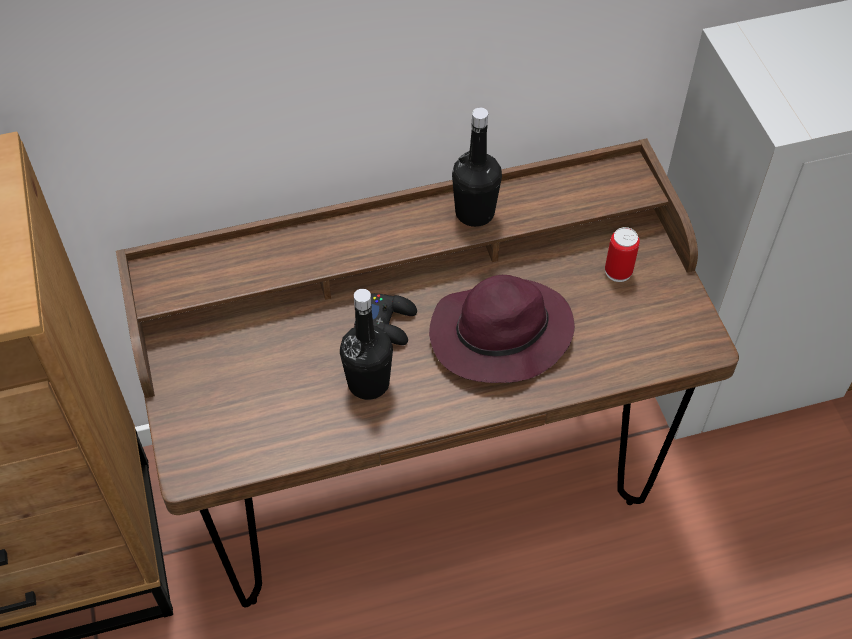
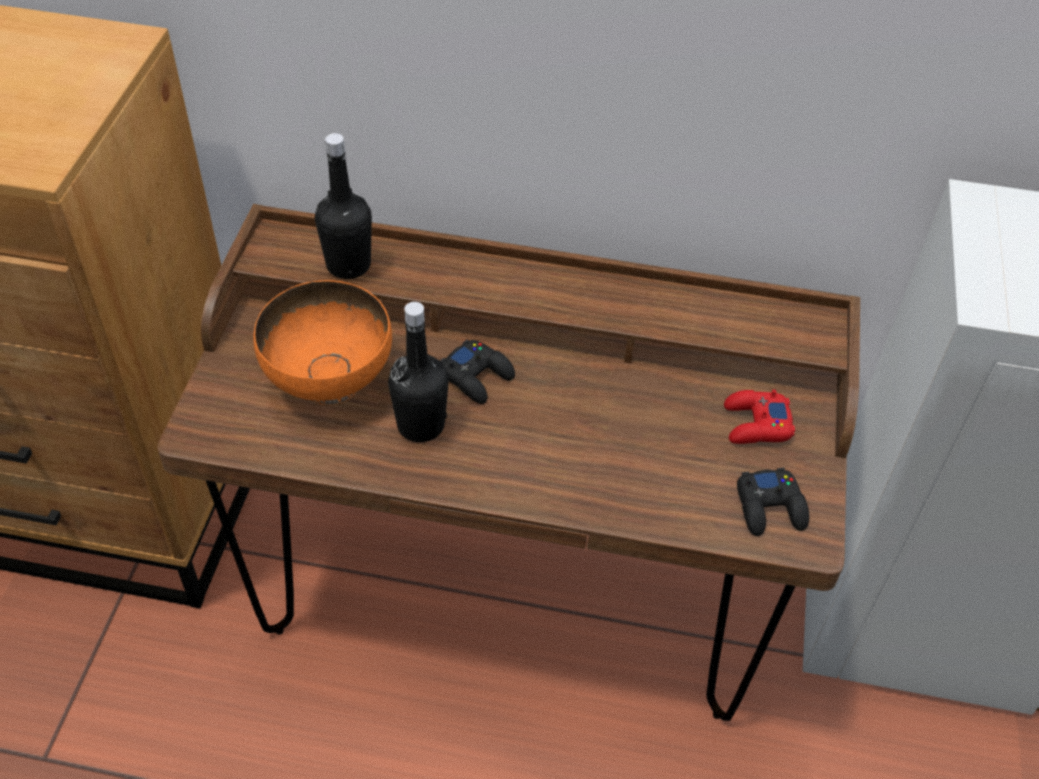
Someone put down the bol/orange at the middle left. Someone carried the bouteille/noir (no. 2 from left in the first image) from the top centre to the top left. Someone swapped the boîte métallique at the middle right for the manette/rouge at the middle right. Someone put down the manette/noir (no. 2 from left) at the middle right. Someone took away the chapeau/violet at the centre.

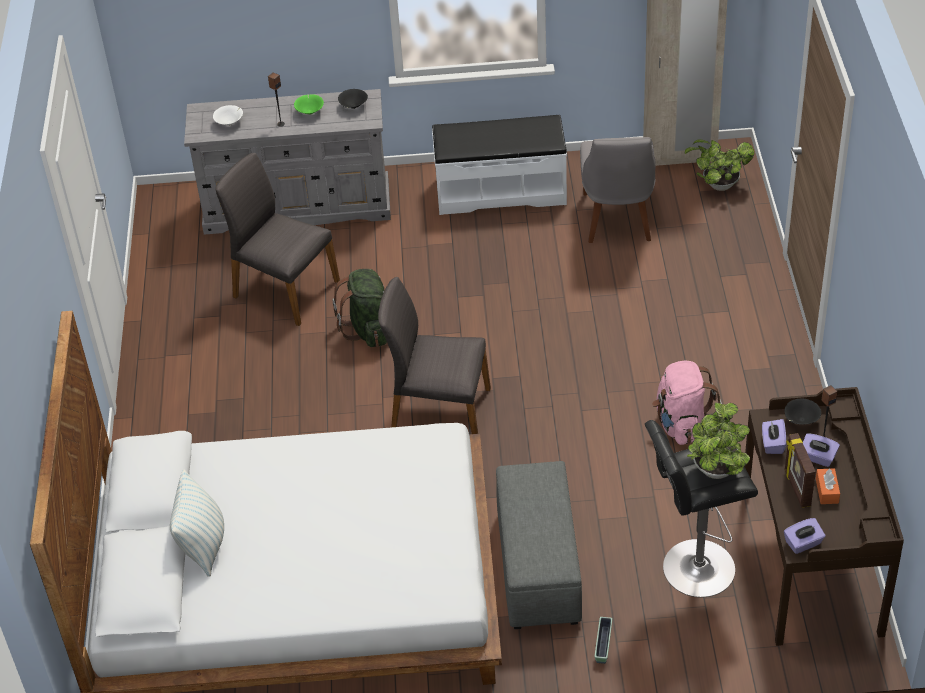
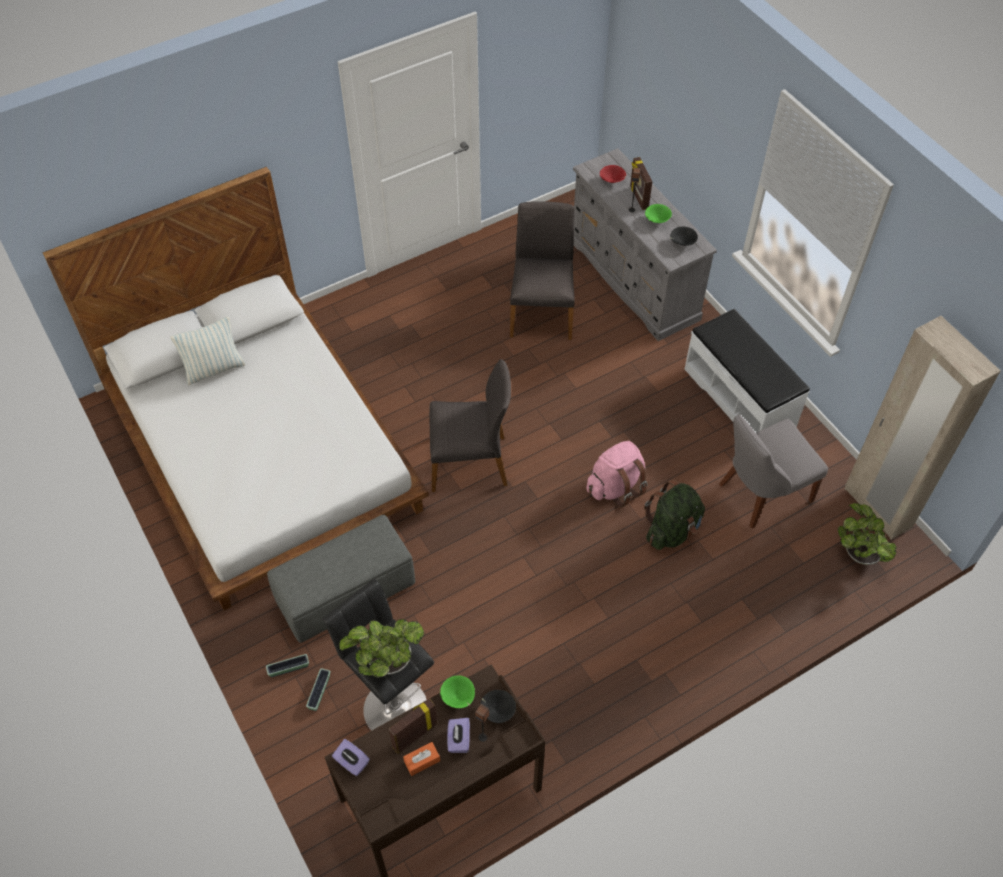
Someone put down the cache-pot (no. 2 from left) at the bottom left. Someone rotated the chaise/gris (no. 2 from left in the first image) at the centre by 105 degrees clockwise. Someone swapped the boîte à mouchoirs/violet (no. 1 from left) at the middle right for the bol/vert (no. 1 from left) at the bottom centre. Someone carried the sac à dos/rose from the middle right to the centre. Someone repainted the bol/blanc at the top left, which became the bol/rouge at the top centre. Someone put down the cadre photo (no. 2 from left) at the top centre. Someone carried the sac à dos/vert from the centre to the middle right.

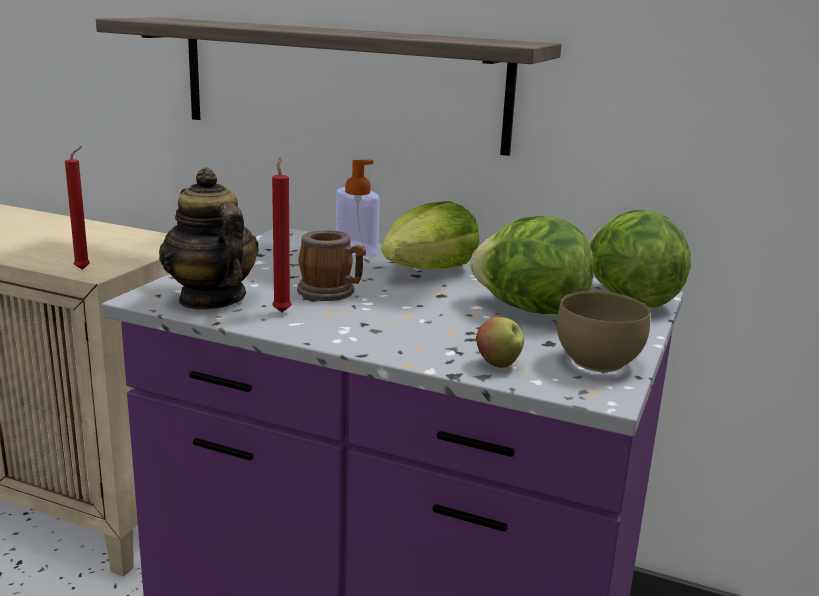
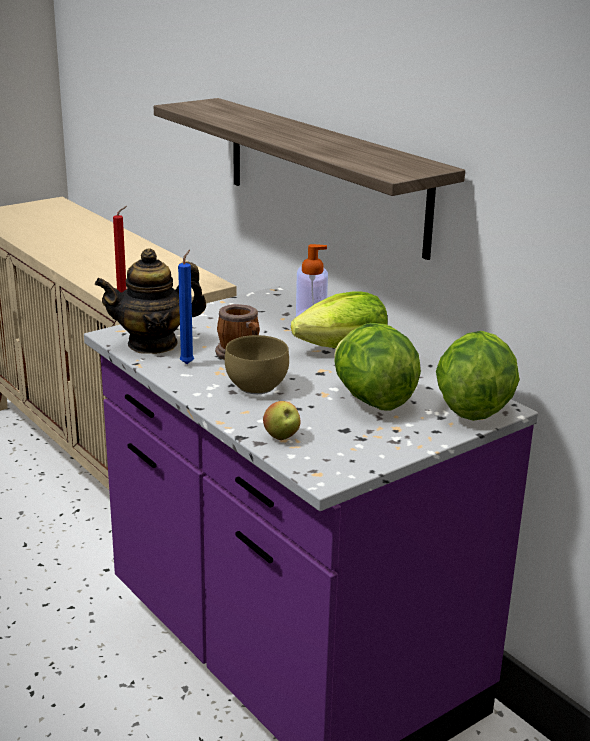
Someone rotated the théière at the middle left by 105 degrees counterclockwise. Someone repainted the bougie/rouge (no. 2 from left) at the centre, which became the bougie/bleu at the middle left. Someone carried the bol/marron from the middle right to the centre.

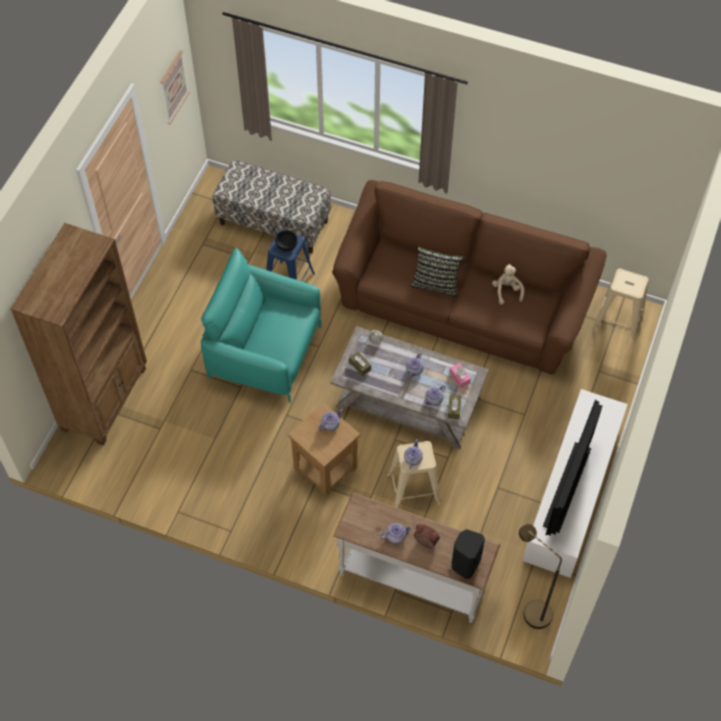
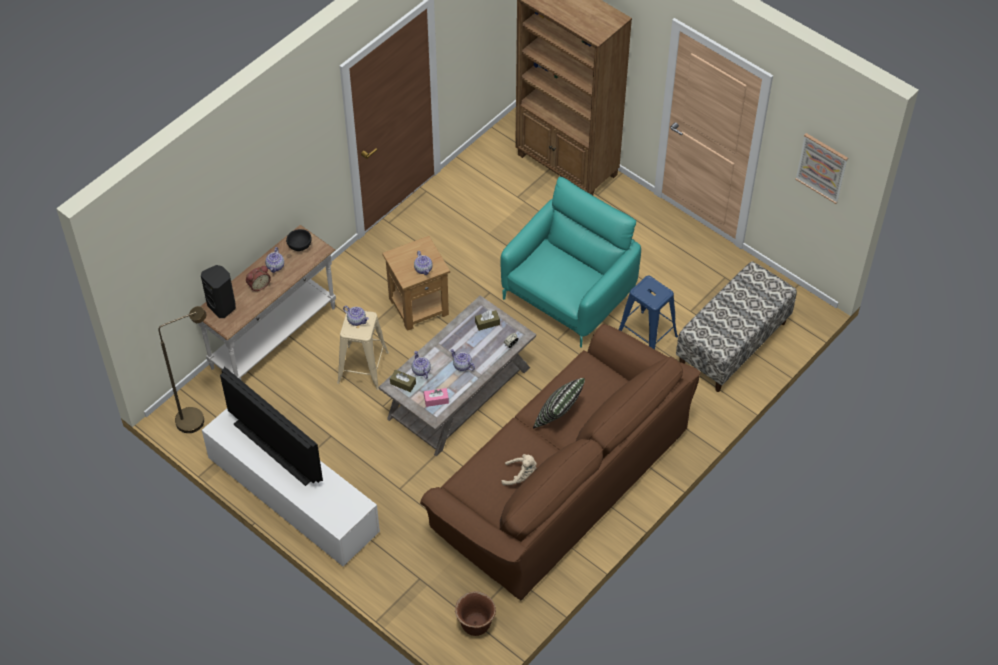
Someone carried the bol/noir from the top centre to the middle left. Someone swapped the tabouret/beige (no. 2 from left) at the middle right for the cache-pot/marron at the bottom centre.

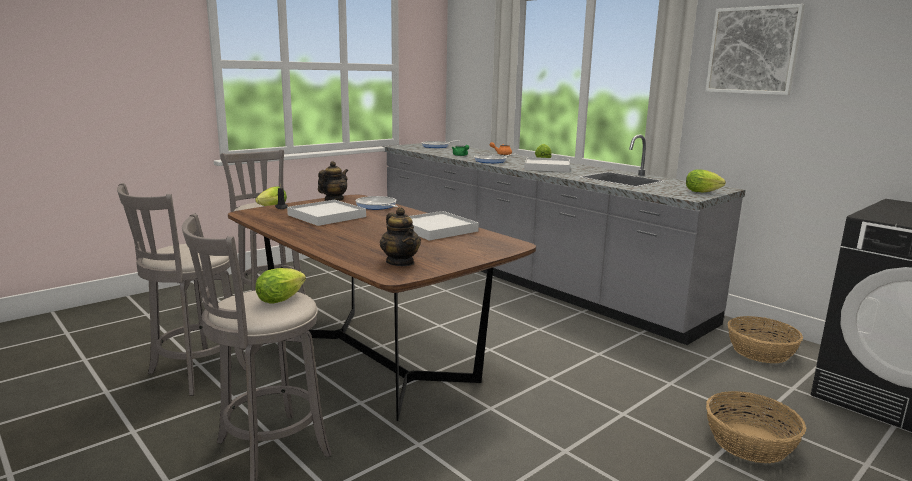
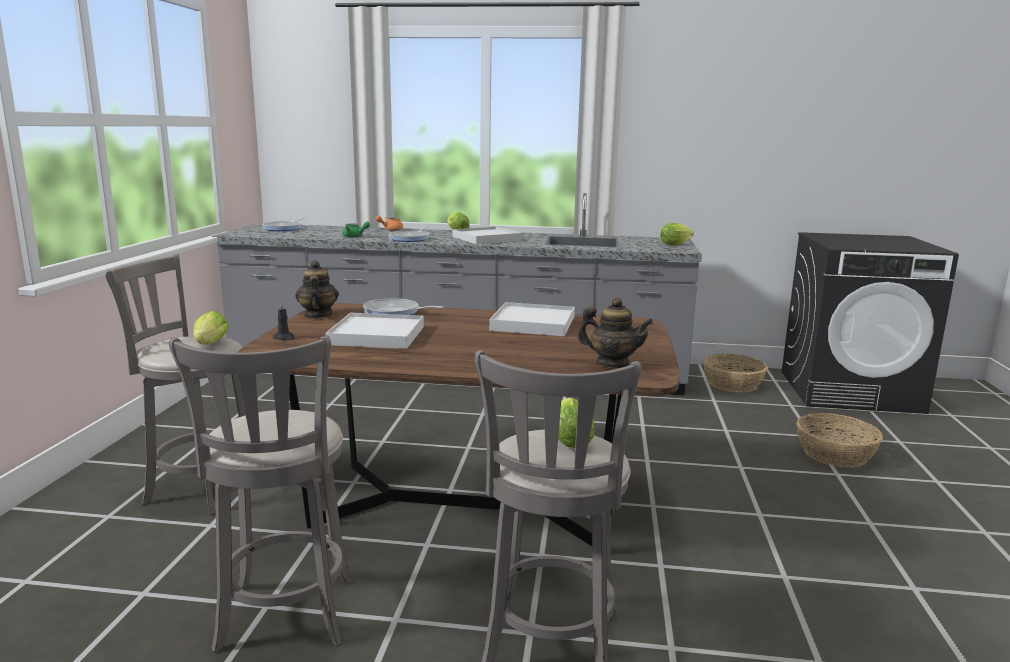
Someone took away the tableau at the top right.

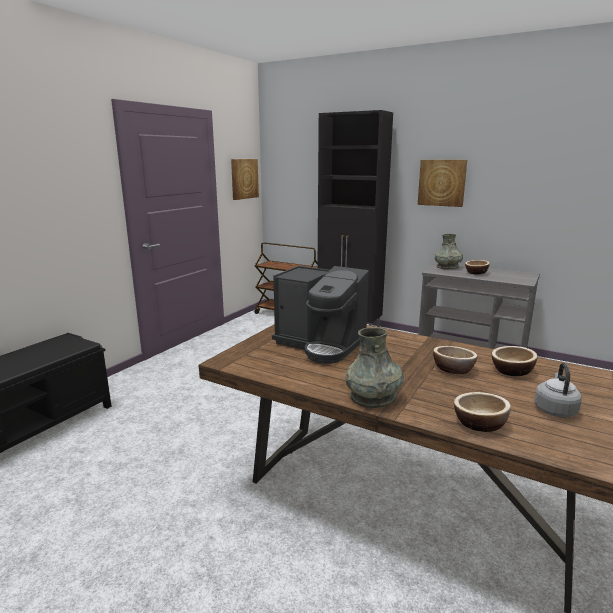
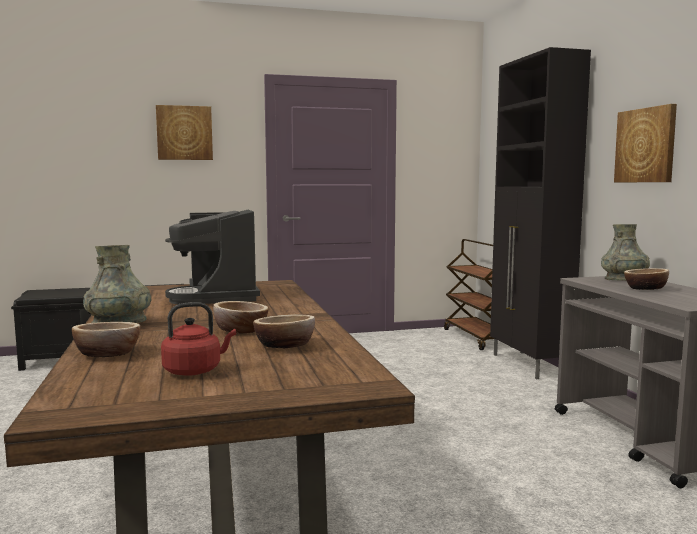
Someone carried the tableau (no. 1 from left) from the top centre to the top left. Someone repainted the bouilloire/gris at the middle right, which became the bouilloire/rouge at the middle left.

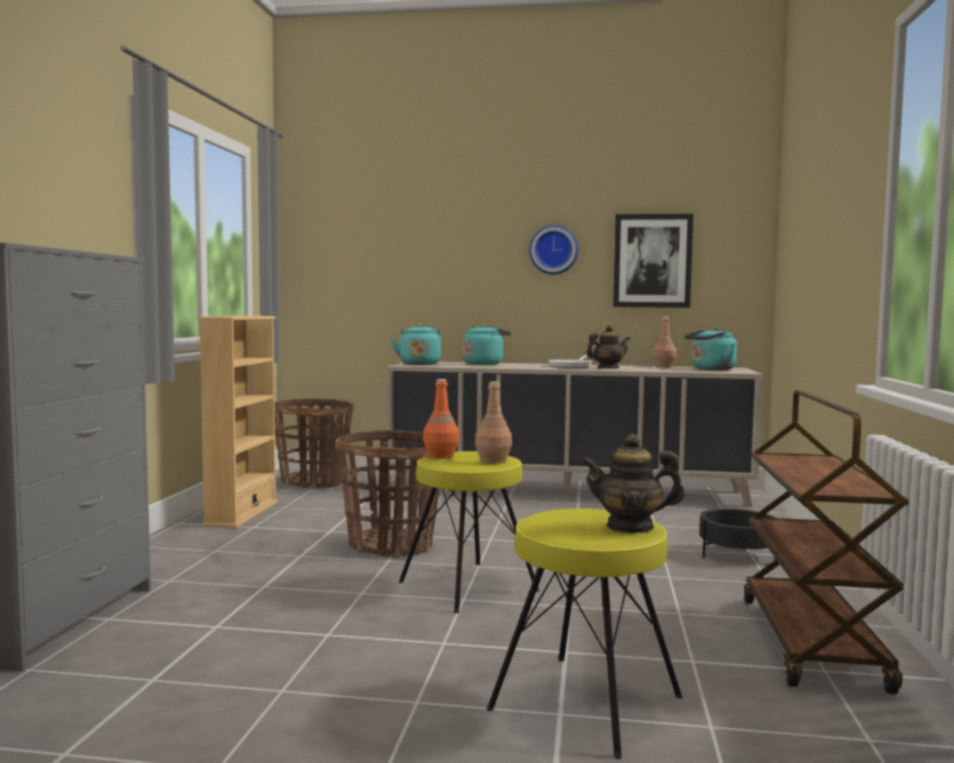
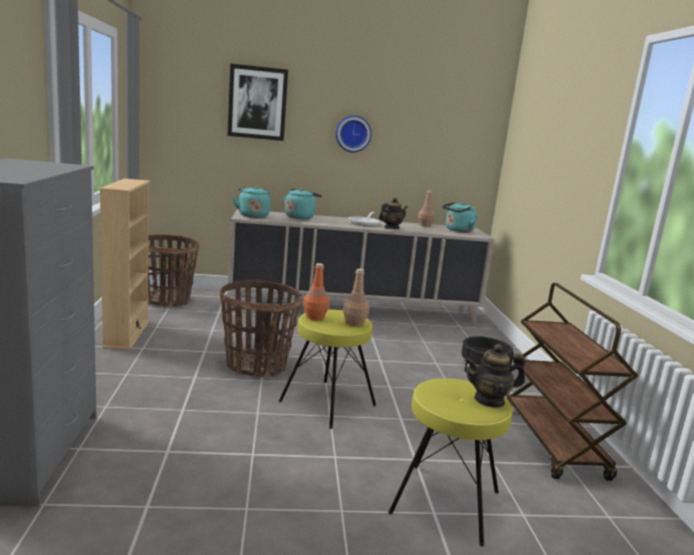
Someone carried the tableau from the middle right to the top centre.

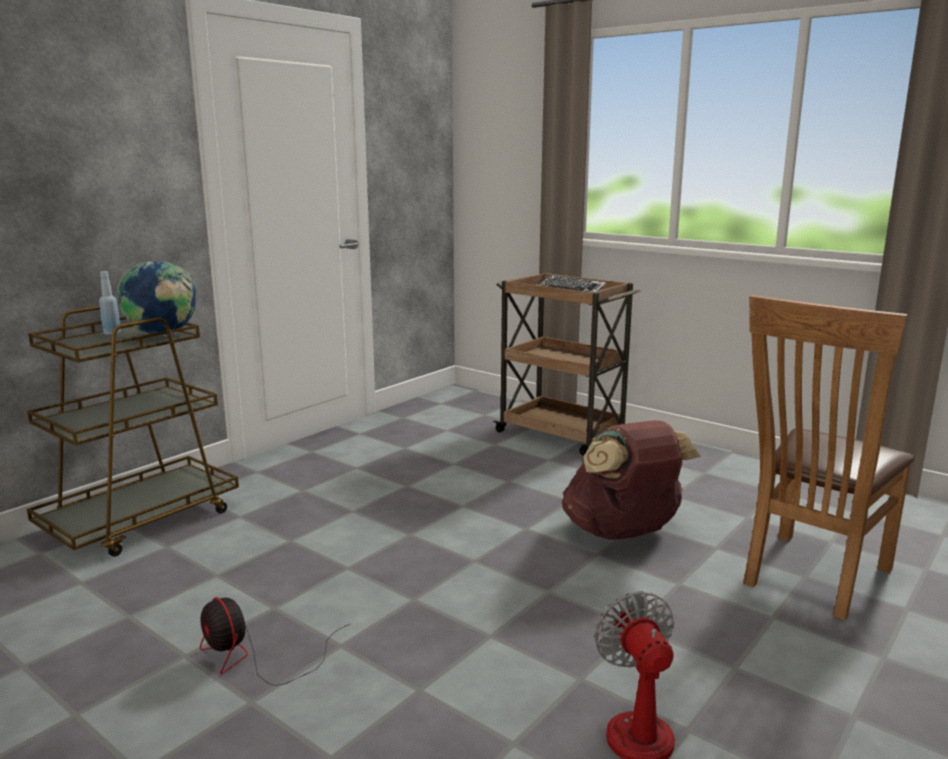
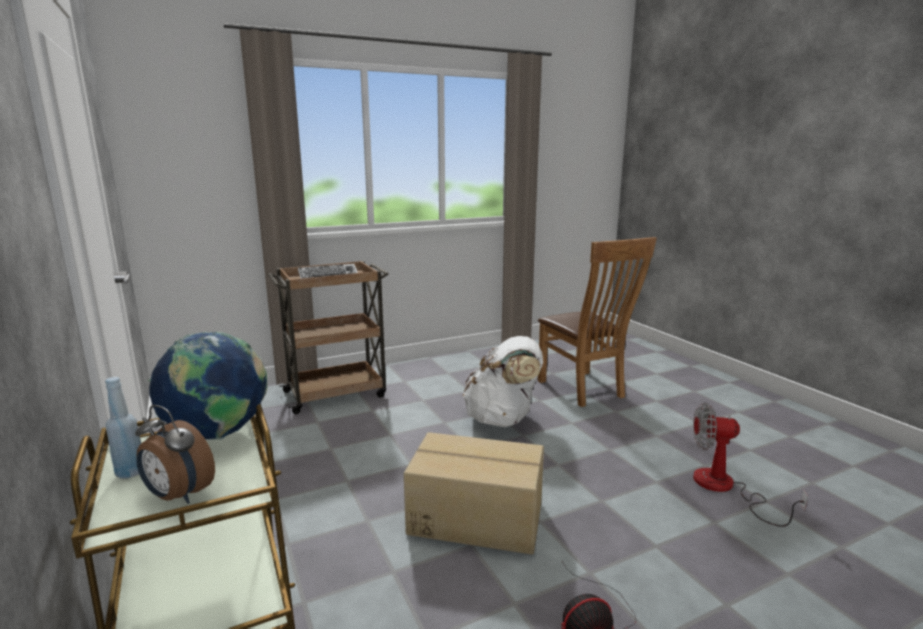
Someone put down the réveil at the bottom left. Someone put down the carton at the bottom centre. Someone repainted the sac à dos/marron at the centre, which became the sac à dos/blanc at the centre.

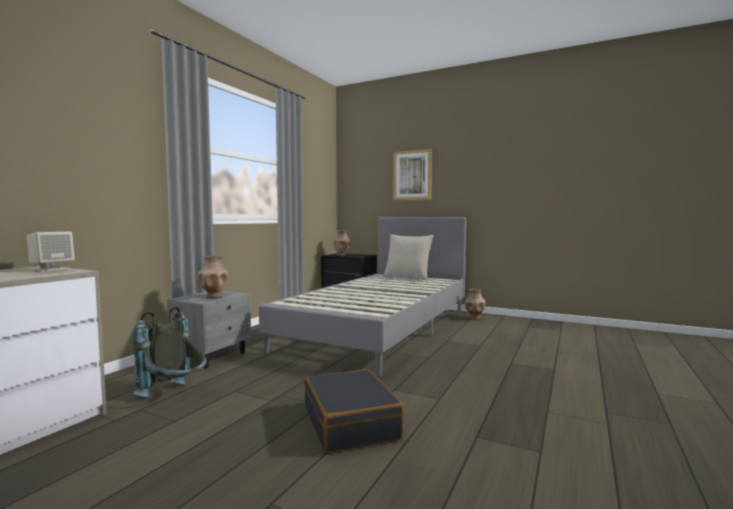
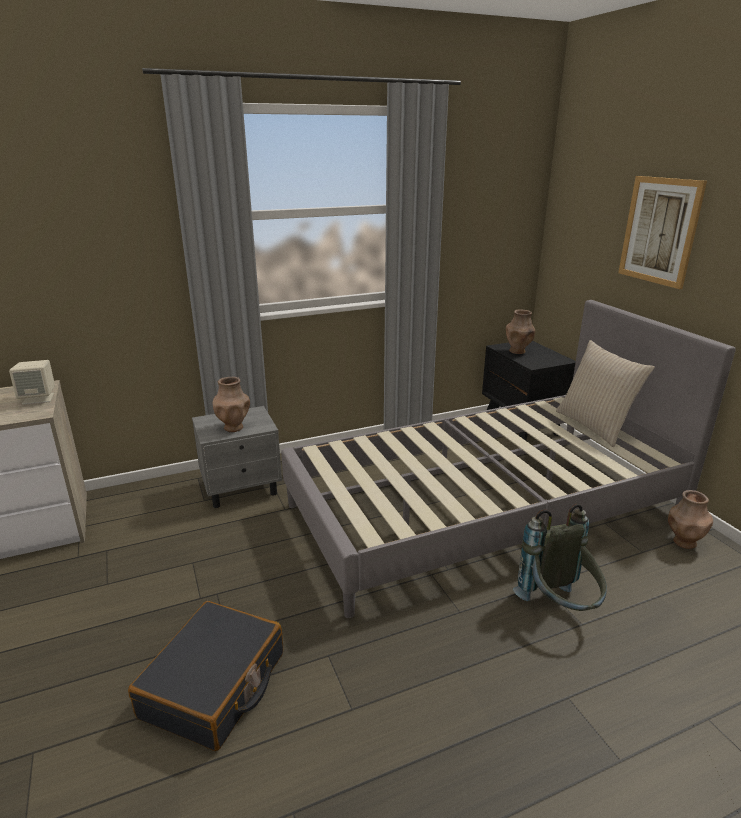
Someone carried the sac à dos/gris from the bottom left to the bottom right.

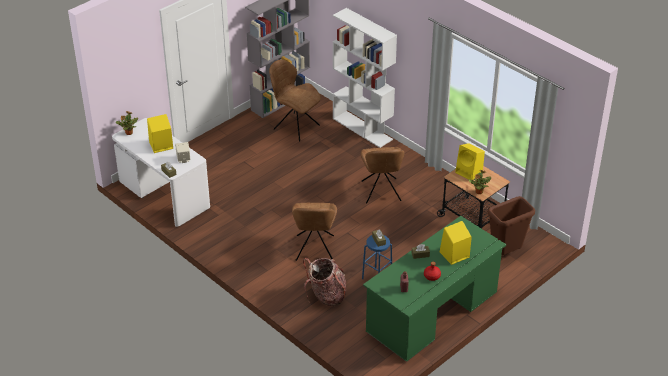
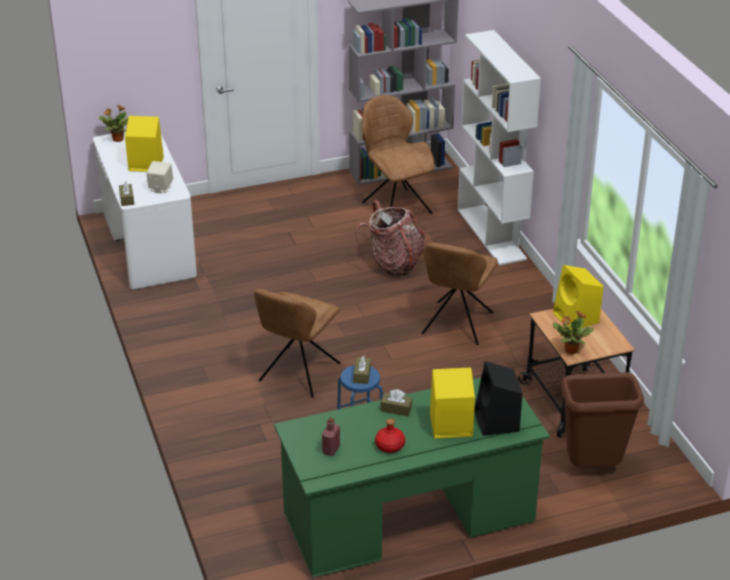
Someone carried the sac à dos from the bottom centre to the centre. Someone put down the enceinte/noir at the bottom right.

